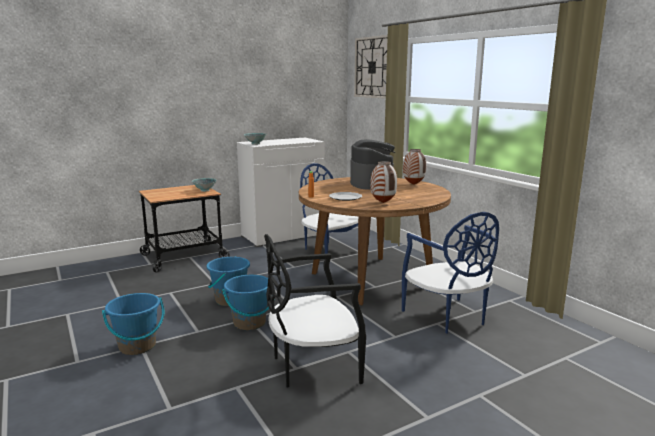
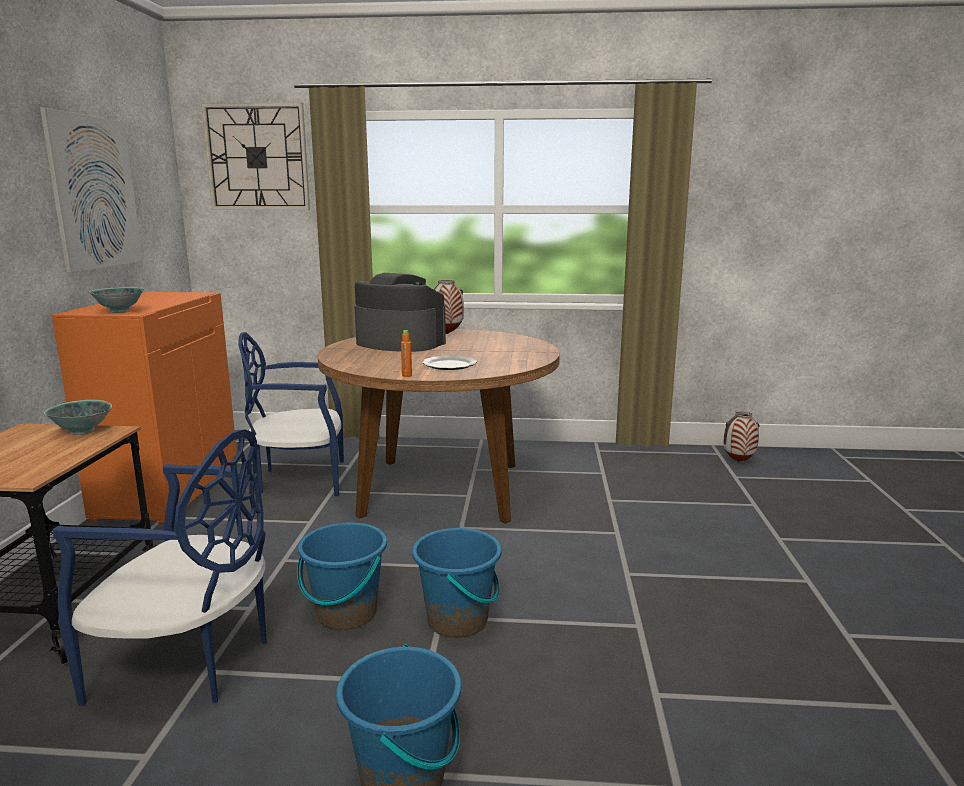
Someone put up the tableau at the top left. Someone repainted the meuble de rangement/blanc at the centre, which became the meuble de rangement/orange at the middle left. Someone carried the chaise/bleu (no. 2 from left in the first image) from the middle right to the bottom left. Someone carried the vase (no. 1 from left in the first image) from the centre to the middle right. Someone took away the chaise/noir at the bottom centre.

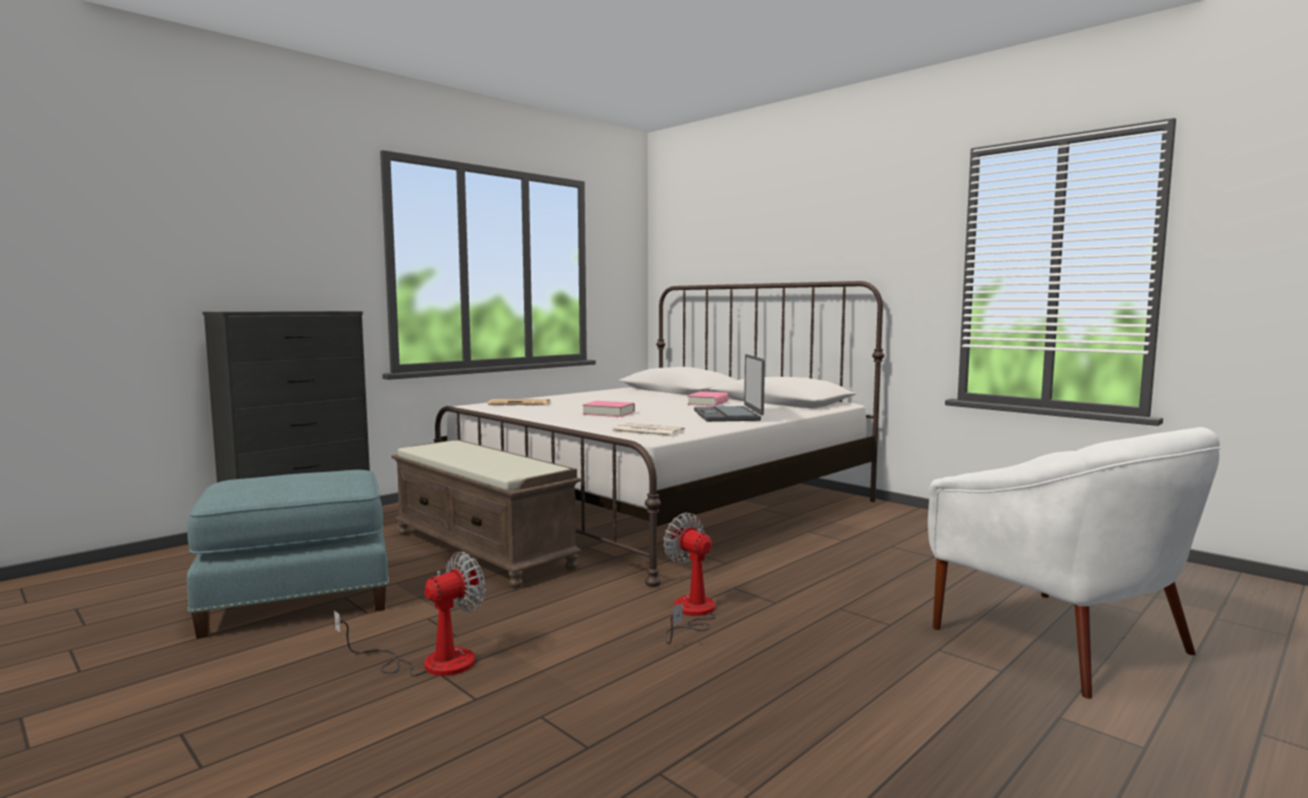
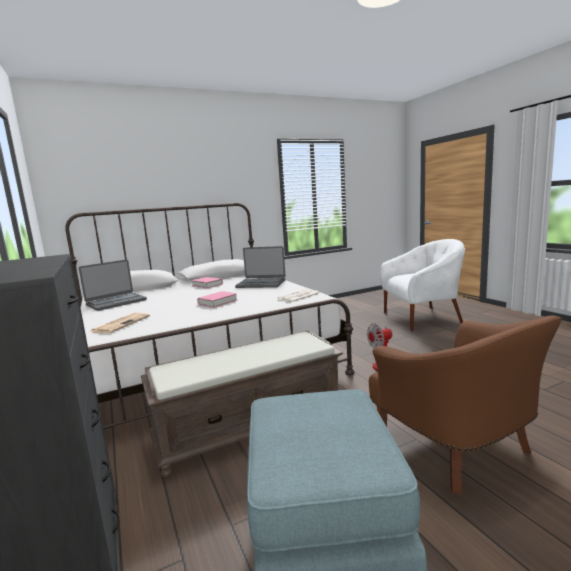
Someone put down the ordinateur portable (no. 1 from left) at the middle left. Someone swapped the ventilateur (no. 1 from left) at the bottom left for the fauteuil/marron at the bottom right.

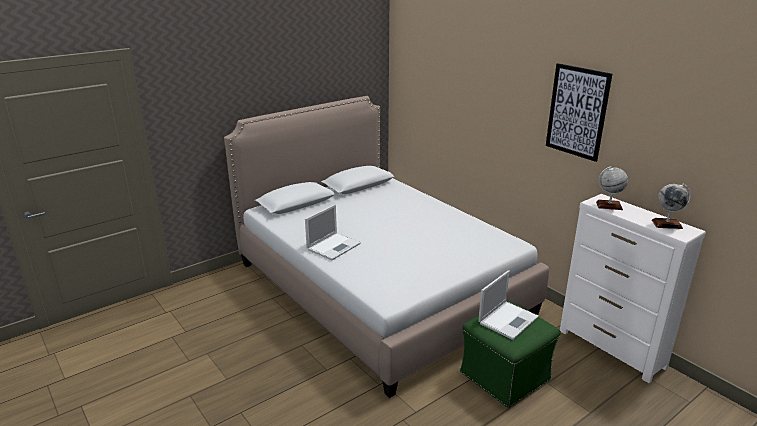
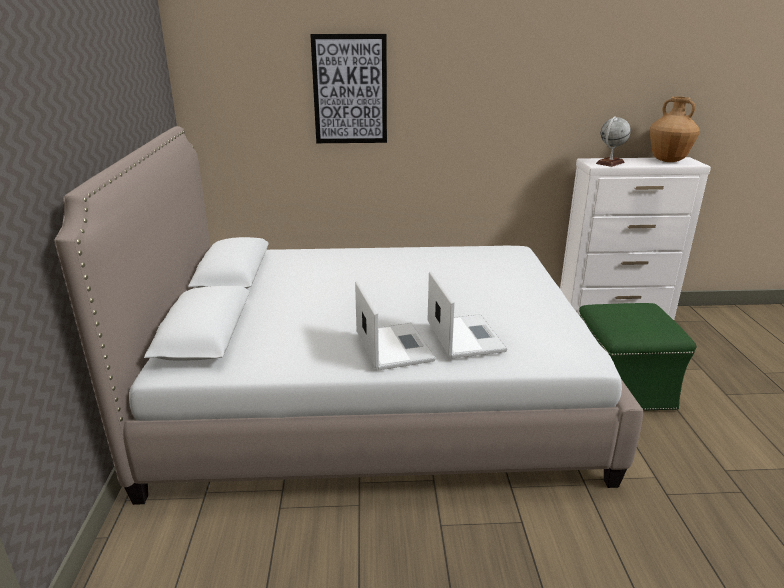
Someone carried the tableau from the top right to the top centre. Someone carried the ordinateur portable (no. 2 from left) from the bottom right to the centre. Someone swapped the globe (no. 2 from left) at the middle right for the vase/marron at the top right.

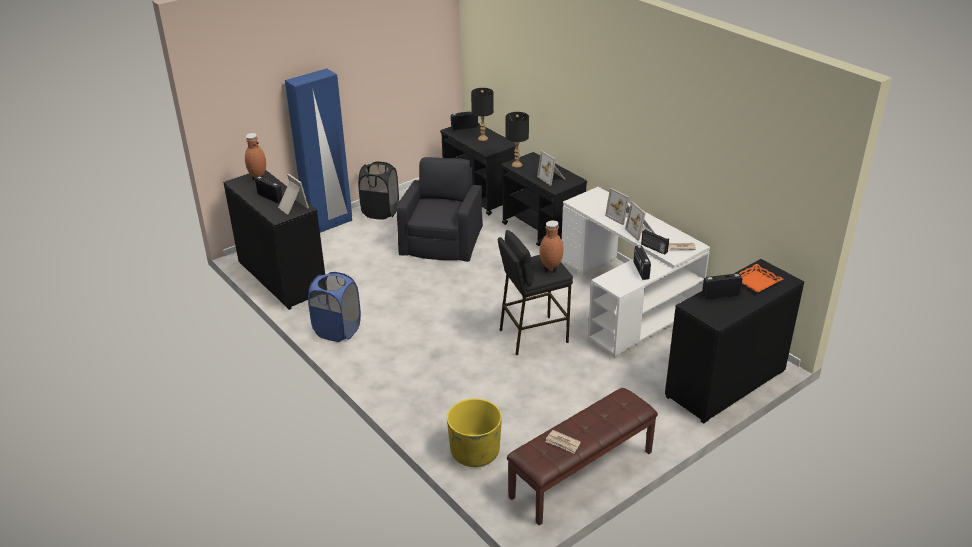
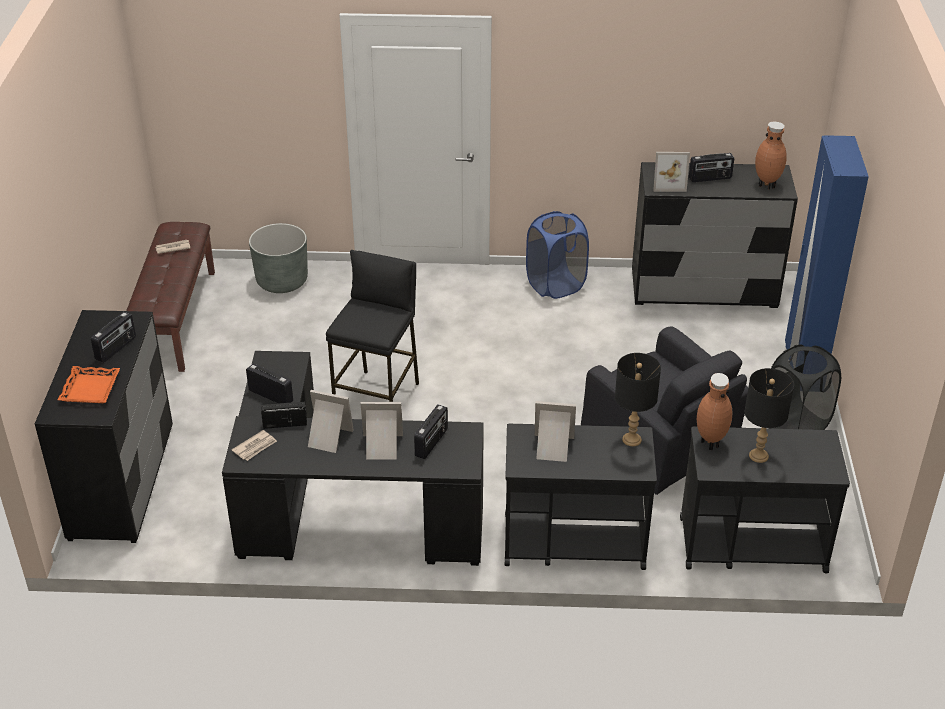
Someone repainted the bureau/blanc at the centre, which became the bureau/noir at the centre. Someone repainted the cache-pot/jaune at the bottom centre, which became the cache-pot/gris at the middle left. Someone carried the radio (no. 2 from left in the first image) from the top centre to the centre. Someone carried the vase/marron (no. 2 from left in the first image) from the centre to the middle right.

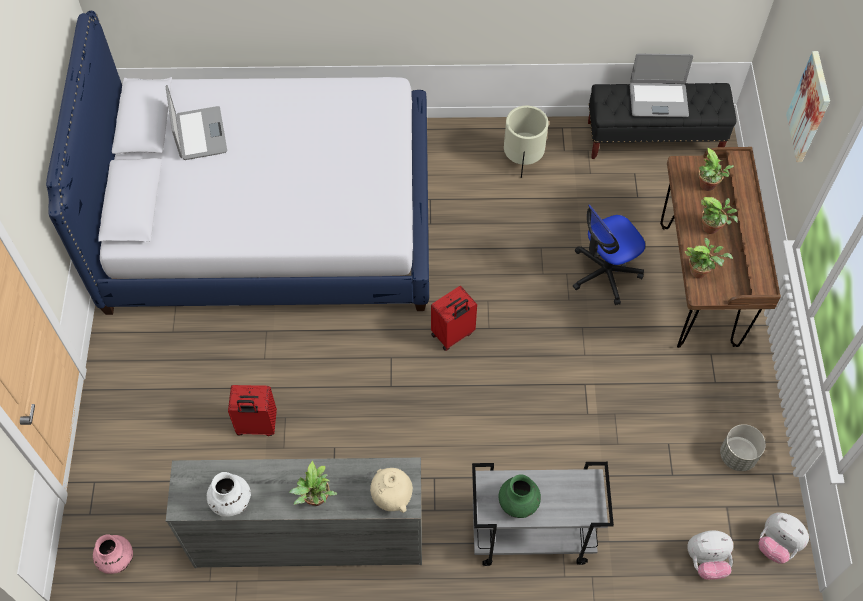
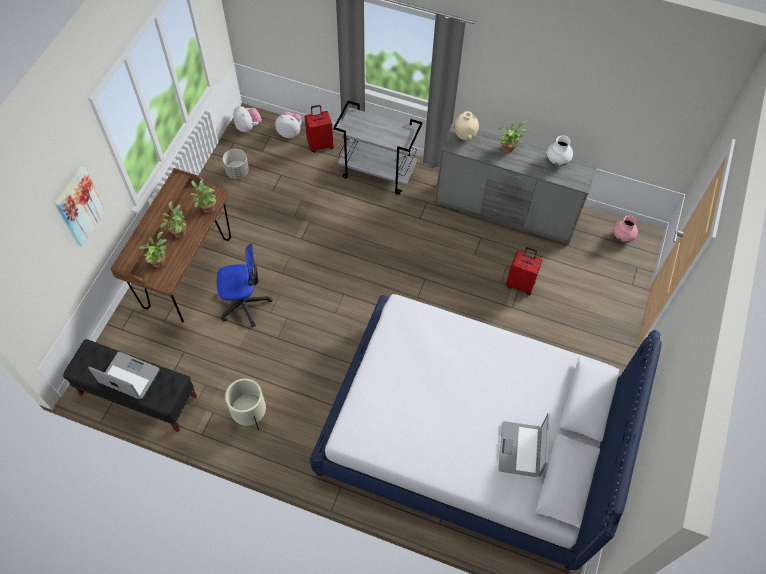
Someone carried the valise/rouge (no. 2 from left in the first image) from the centre to the top centre. Someone took away the vase/vert at the bottom centre.

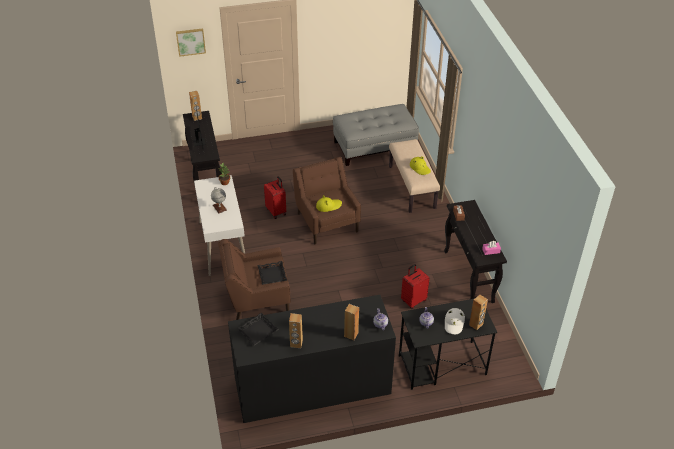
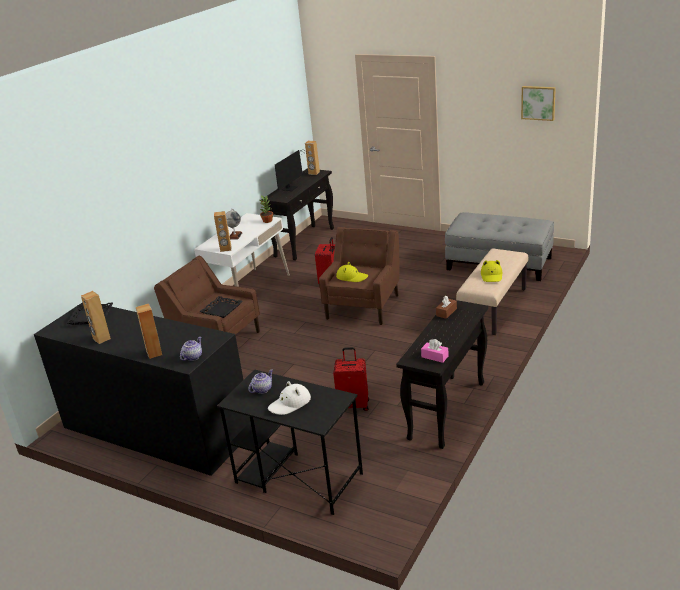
Someone carried the enceinte/marron (no. 4 from left in the first image) from the bottom right to the middle left. Someone carried the tableau from the top left to the top right.

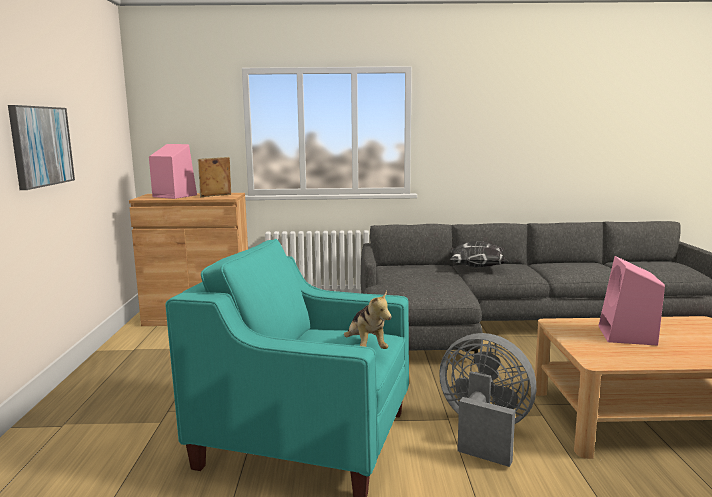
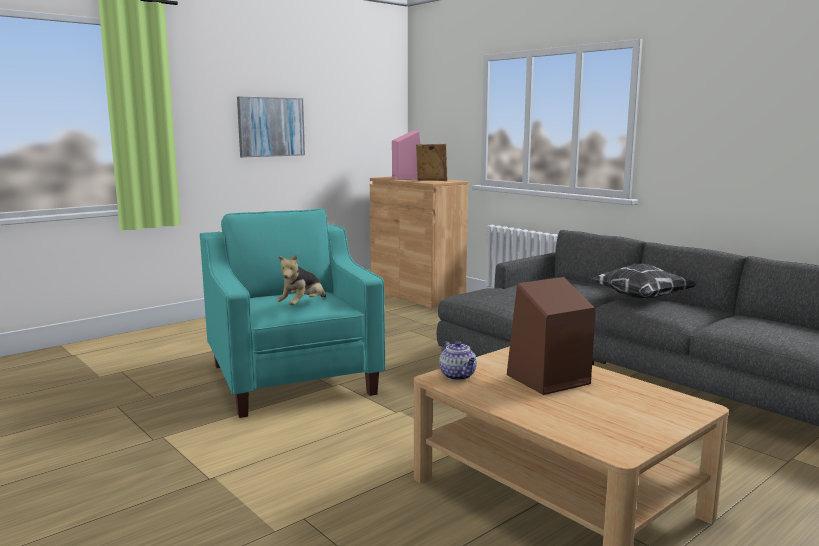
Someone put down the théière at the centre. Someone repainted the enceinte/rose (no. 2 from left) at the middle right, which became the enceinte/marron at the middle right. Someone took away the ventilateur/gris at the bottom right.

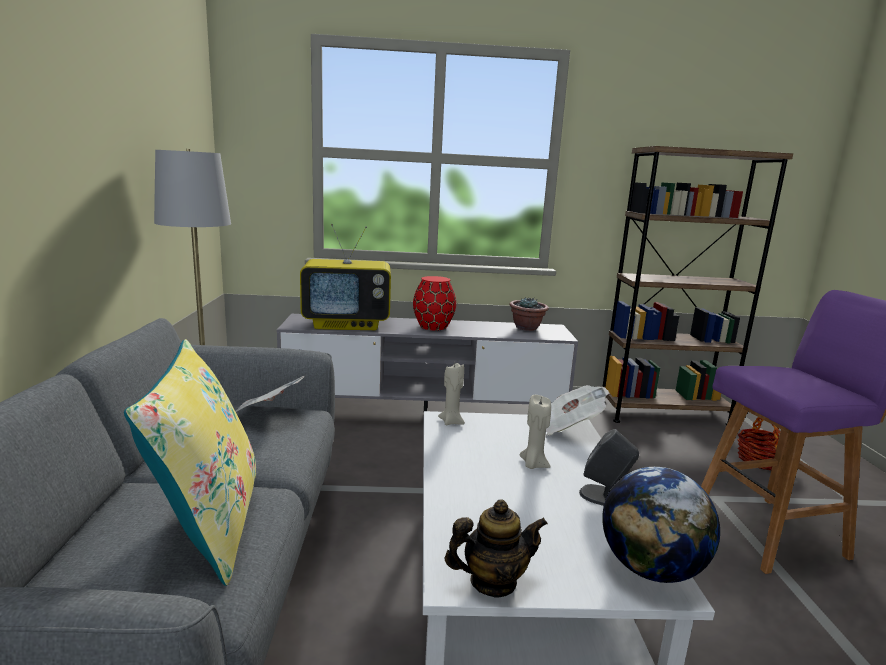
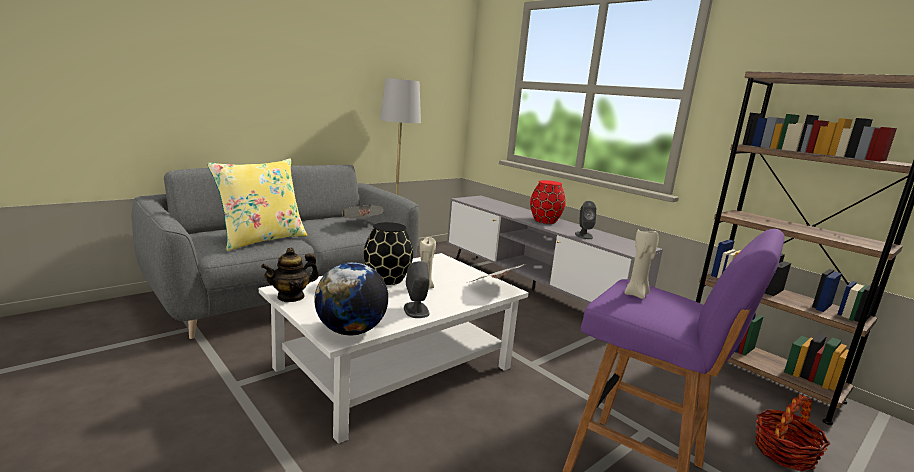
Someone rotated the théière at the bottom centre by 105 degrees clockwise. Someone put down the vase/noir at the centre. Someone put down the enceinte/gris (no. 2 from left) at the centre. Someone carried the bougie/beige (no. 1 from left in the first image) from the centre to the middle right. Someone took away the téléviseur at the centre. Someone took away the plante en pot at the centre.

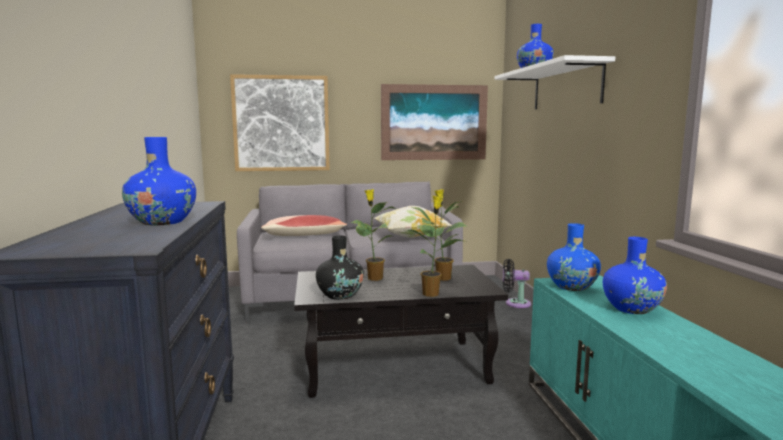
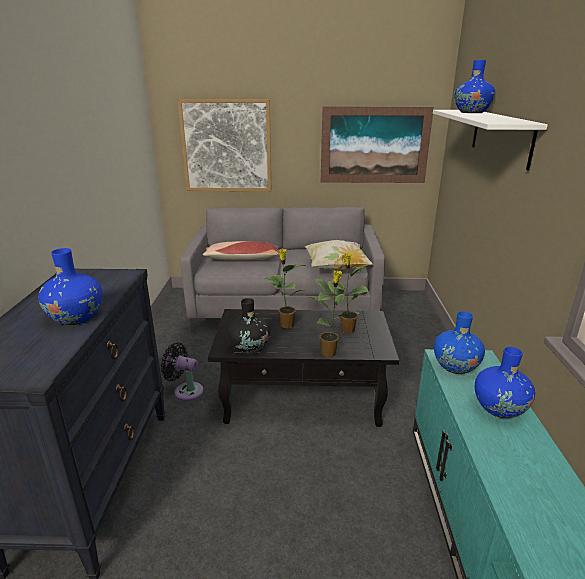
Someone carried the ventilateur/noir from the centre to the middle left.

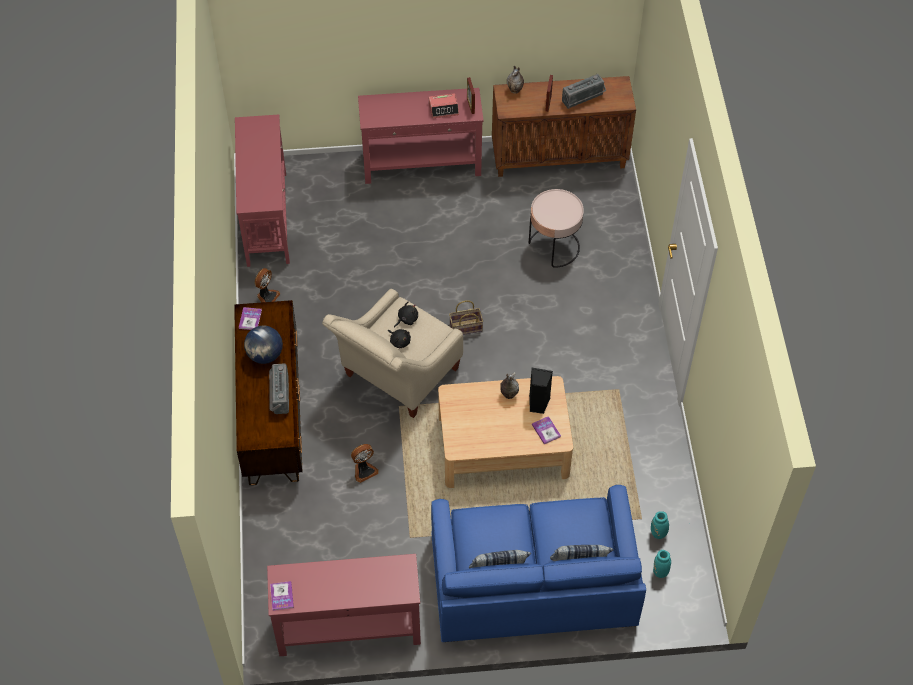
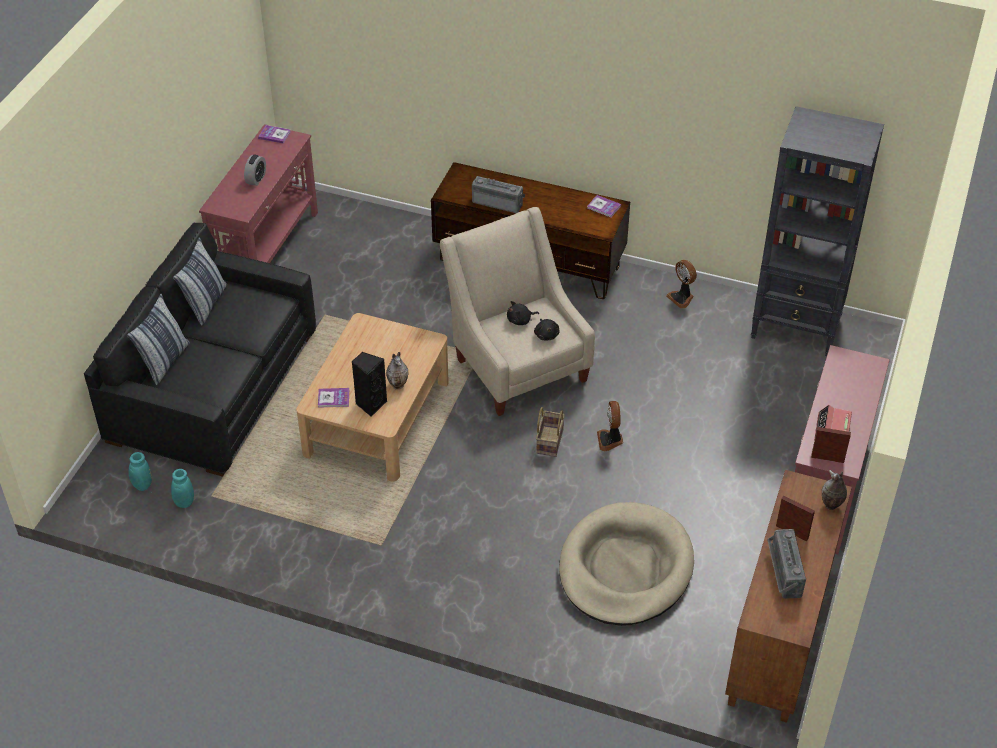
Someone repainted the canapé/bleu at the bottom centre, which became the canapé/noir at the middle left. Someone put down the réveil (no. 1 from left) at the top left. Someone swapped the table d'appoint/rose at the top centre for the panier pour chien/beige at the bottom centre. Someone carried the ventilateur (no. 2 from left in the first image) from the bottom centre to the centre. Someone swapped the table console/rouge (no. 1 from left) at the top left for the bibliothèque/noir at the top right. Someone took away the globe at the middle left.

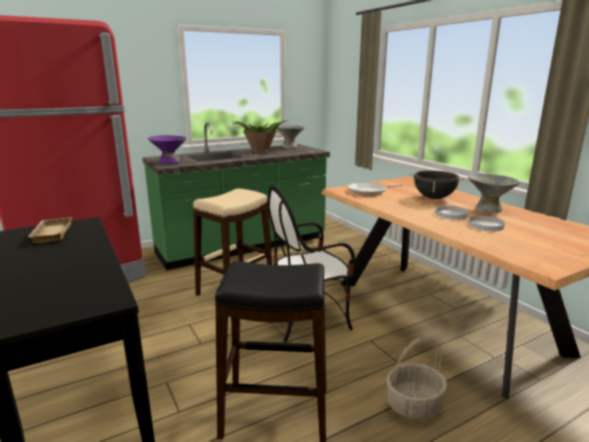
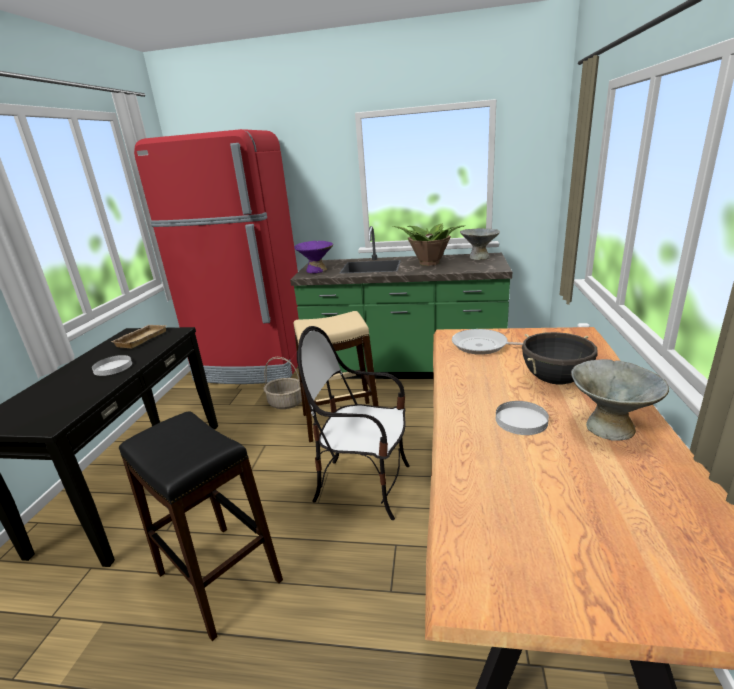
Someone carried the assiette/blanc (no. 2 from left in the first image) from the middle right to the middle left. Someone carried the panier from the bottom right to the centre.

